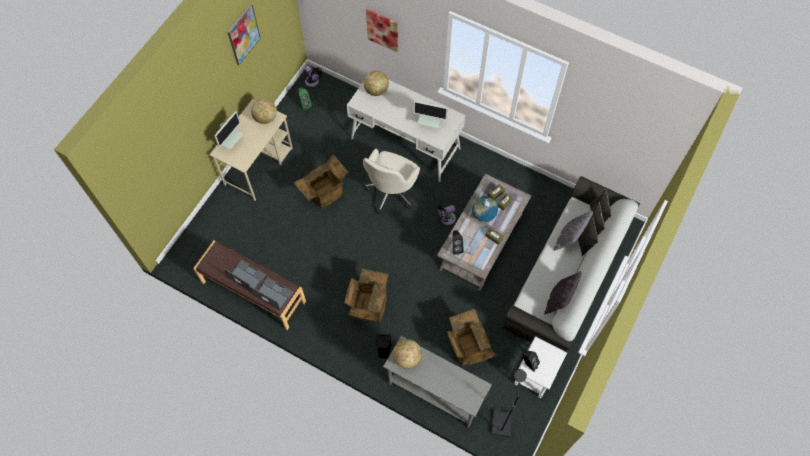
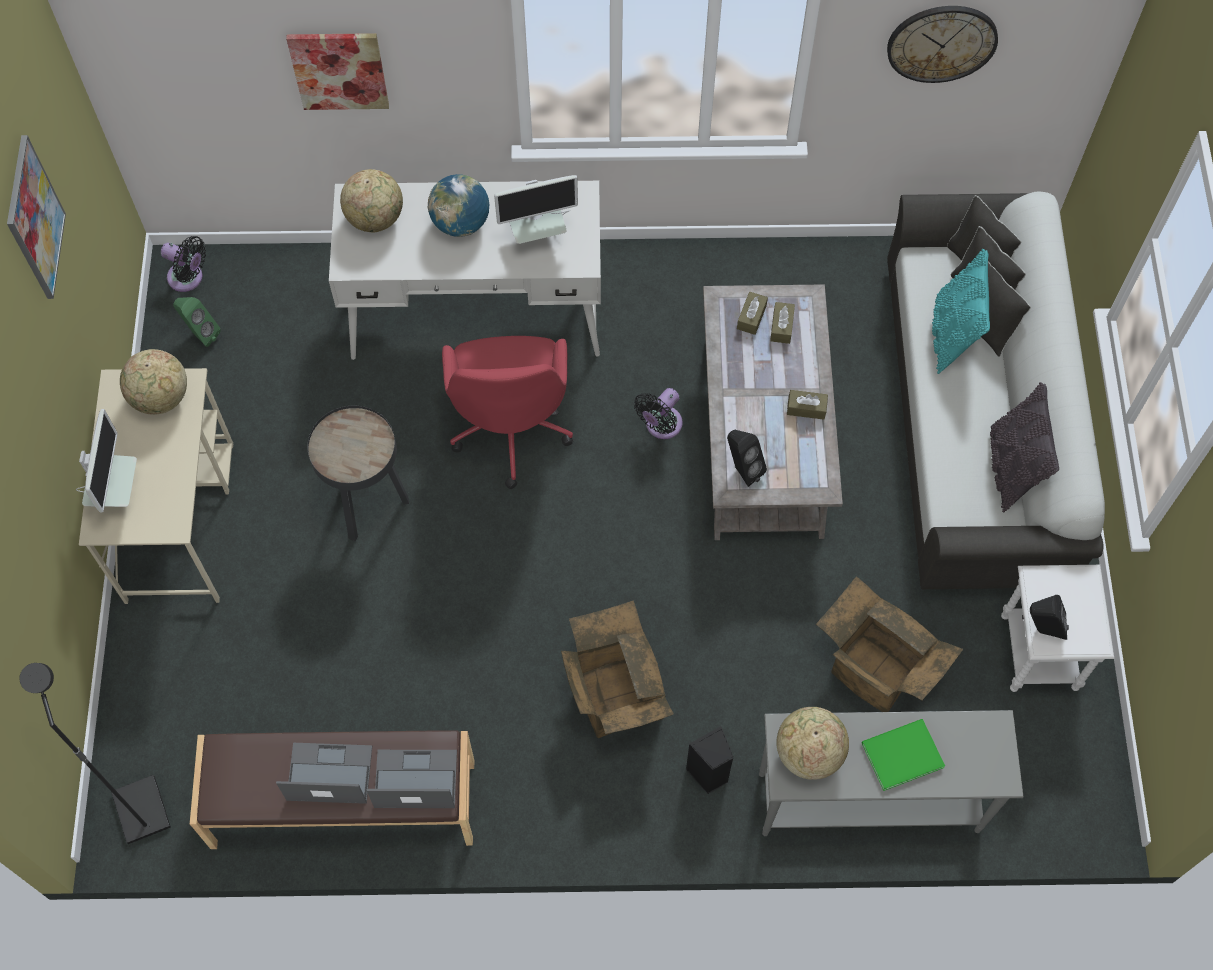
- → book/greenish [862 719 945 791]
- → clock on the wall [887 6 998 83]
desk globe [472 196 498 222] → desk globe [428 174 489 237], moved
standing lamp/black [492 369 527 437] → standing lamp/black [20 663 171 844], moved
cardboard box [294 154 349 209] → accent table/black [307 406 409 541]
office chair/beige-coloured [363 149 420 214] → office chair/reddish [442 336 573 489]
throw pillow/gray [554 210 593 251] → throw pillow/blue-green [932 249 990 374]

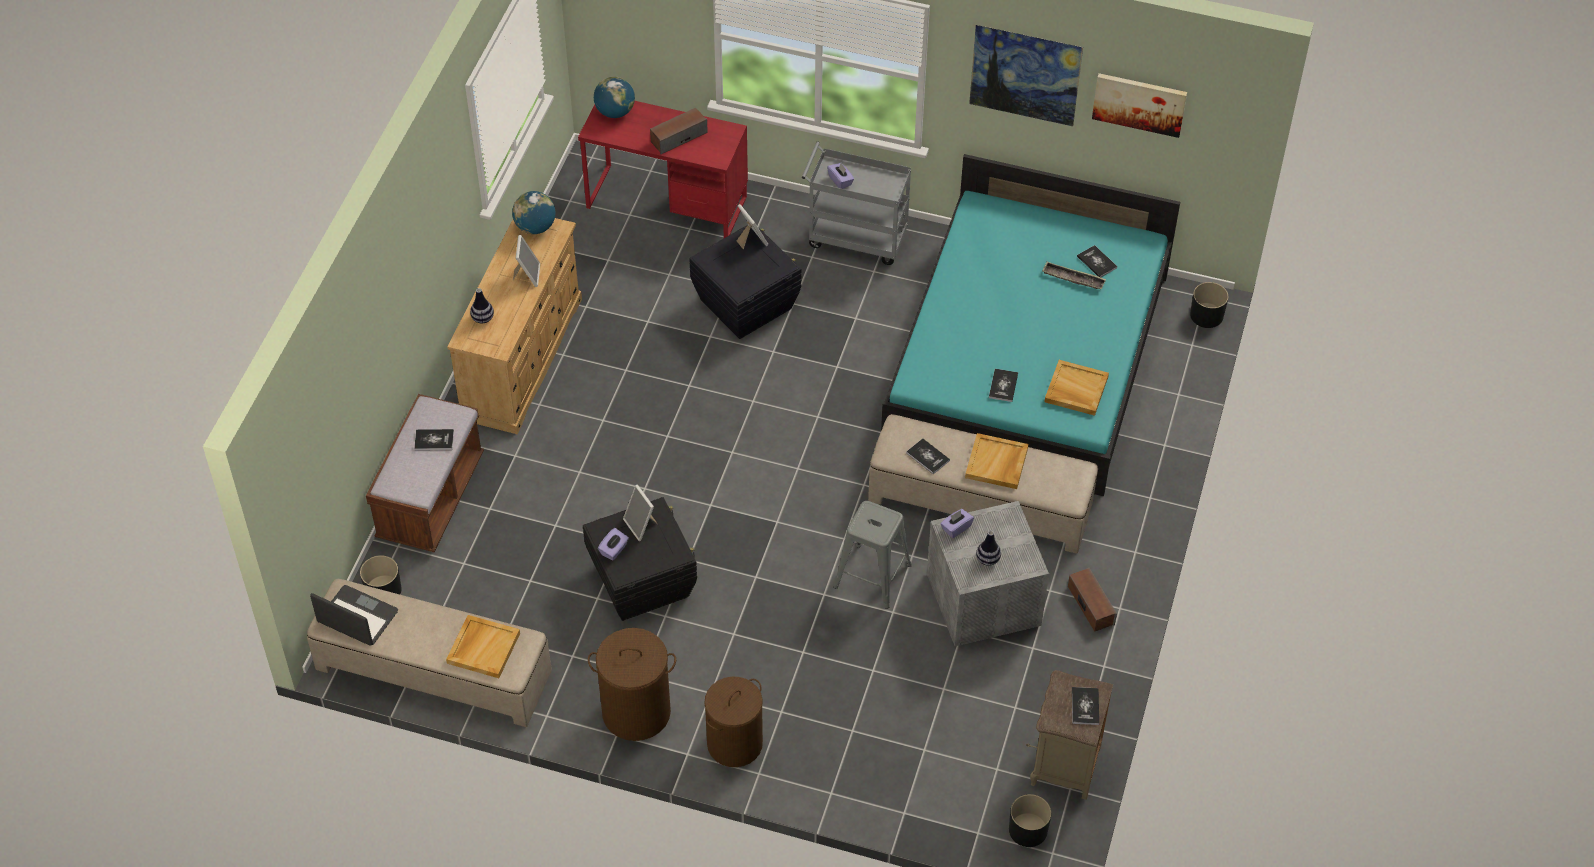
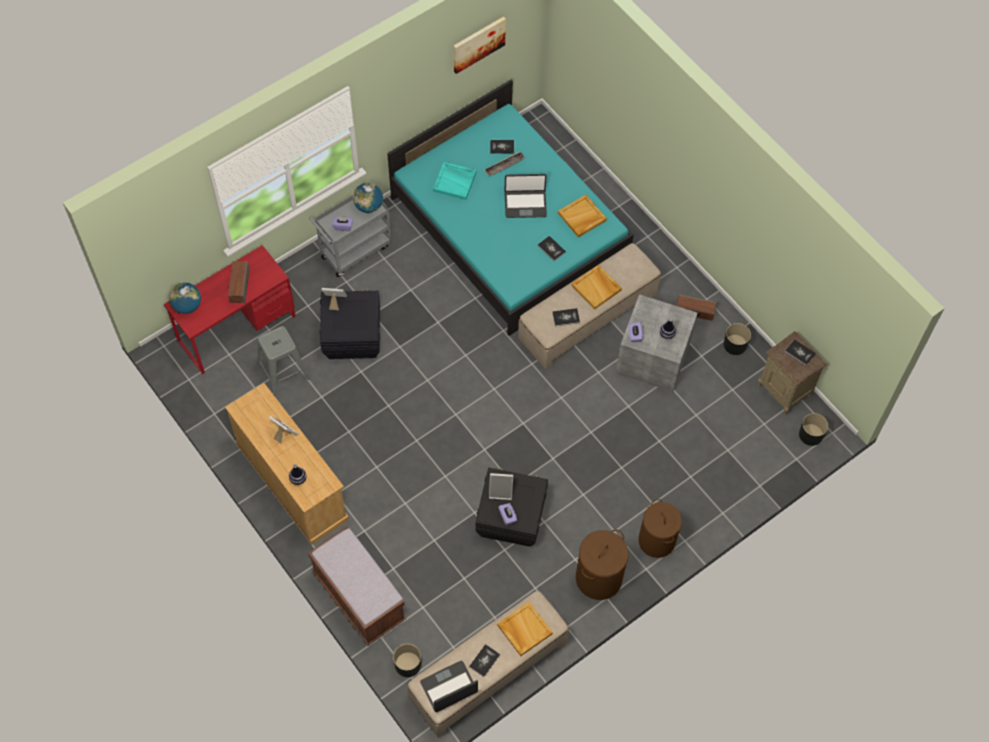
wall art [969 25 1083 126] → -
- → tray/blue-green [433 162 476 200]
- → notebook computer [504 174 547 218]
book [414 429 454 451] → book [469 644 500 677], moved
desk globe [512 191 556 234] → desk globe [353 183 383 213], moved
sitting stool/gray [833 501 912 609] → sitting stool/gray [257 326 310 396], moved
flower pot/black [1190 282 1228 328] → flower pot/black [724 323 751 355], moved

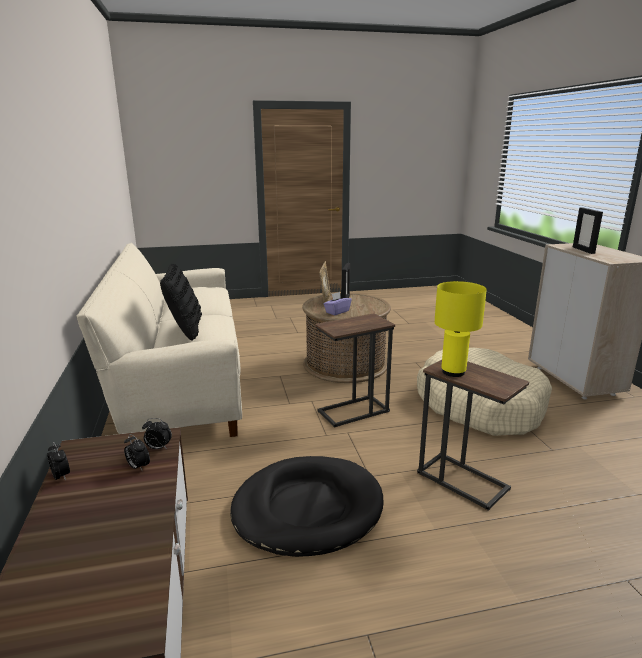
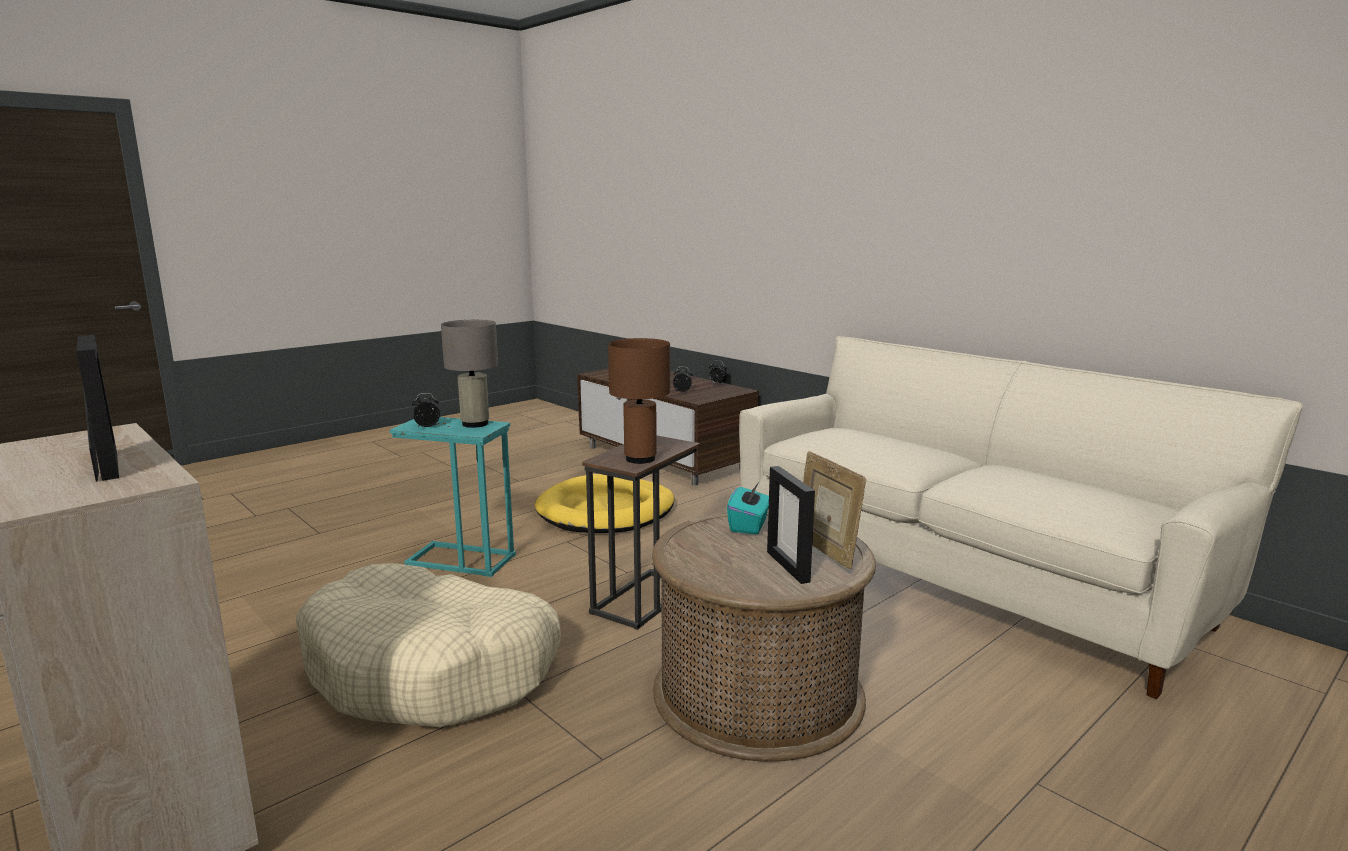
throw pillow/black [160 264 202 341] → -
- → lamp for a table/brown-coloured [608 338 670 464]
alarm clock [142 418 172 449] → alarm clock [412 393 440 427], moved
dog bed/black [230 456 384 557] → dog bed/yellowish [535 474 674 533]
tissue box/purplish [324 292 352 315] → tissue box/blue-green [727 482 769 534]
accent table/brown-coloured [417 360 529 511] → accent table/blue-green [389 417 516 577]
lamp for a table/yellowish [435 281 487 377] → lamp for a table/gray [441 320 498 428]

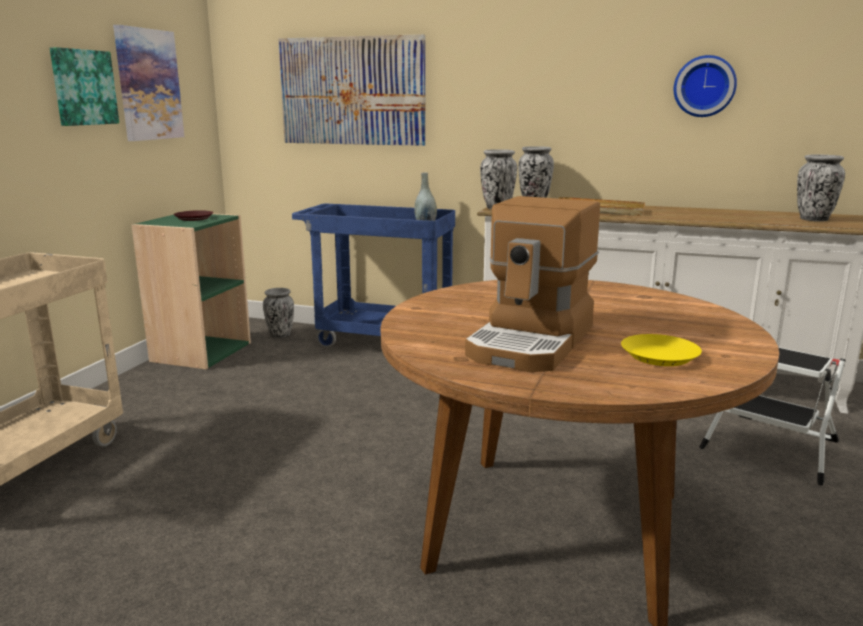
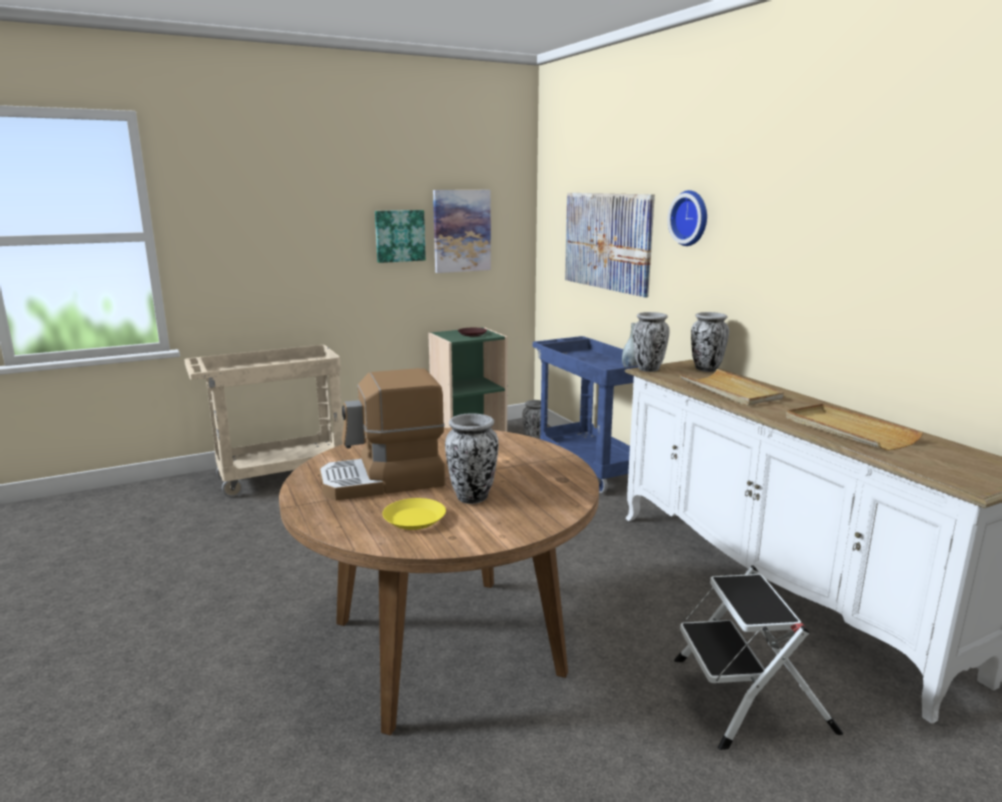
- → tray/beige-coloured [786 404 923 451]
clock on the wall [674 55 737 117] → clock on the wall [667 190 707 246], moved
decorative vase [797 155 845 222] → decorative vase [445 413 499 504], moved

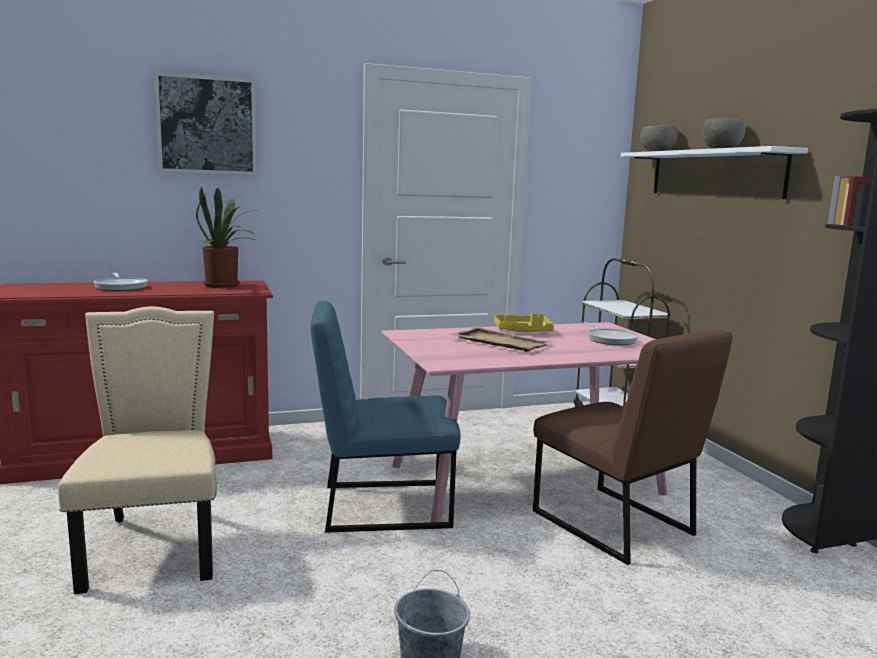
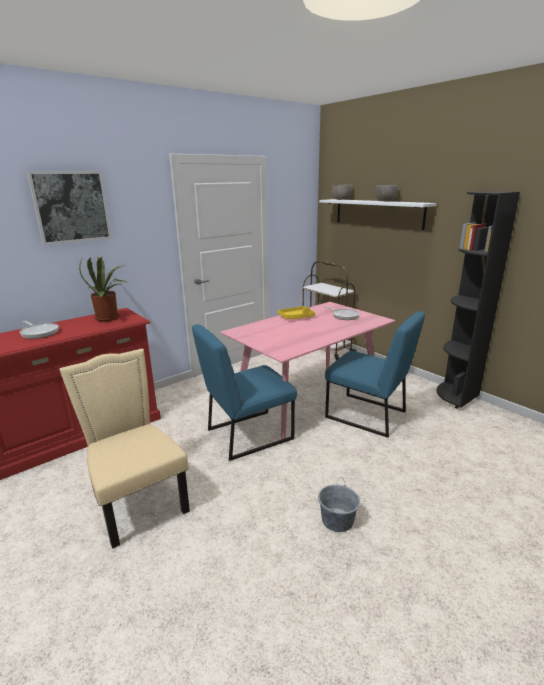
tray/beige-coloured [449 326 555 352] → -
upright chair/brown-coloured [533 330 733 565] → upright chair/blue-coloured [325 311 425 438]

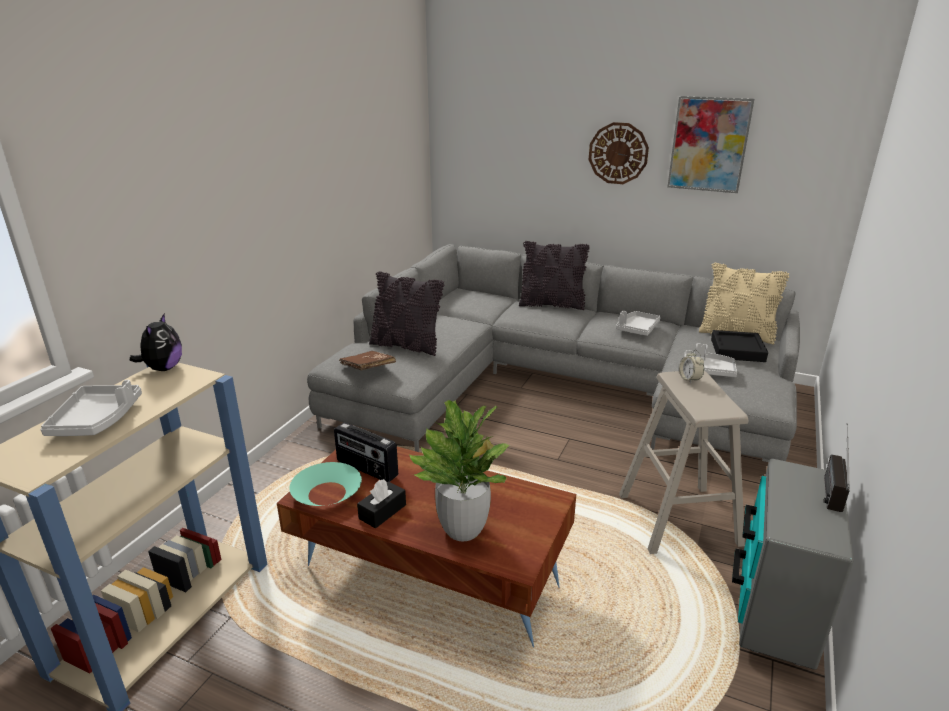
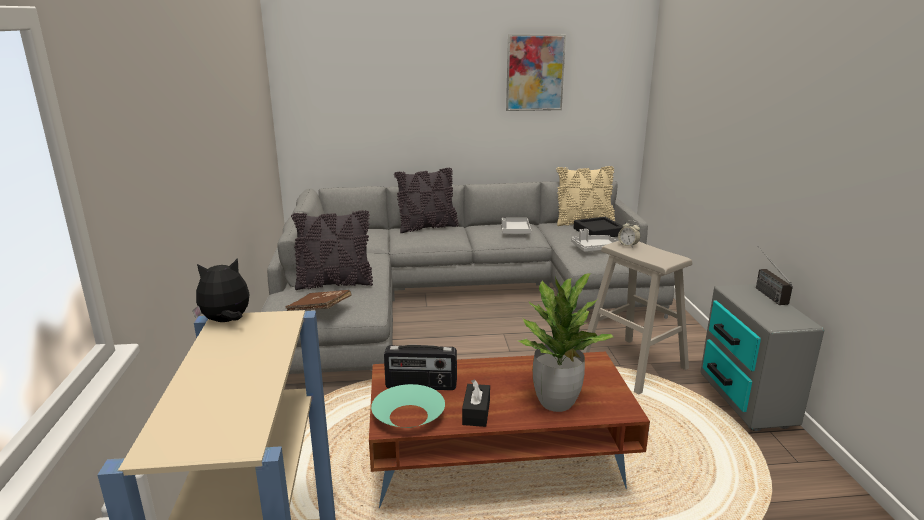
tray/gray [40 380 142 436] → -
clock on the wall [589 122 649 184] → -
soft toy [130 313 182 371] → soft toy [192 258 249 322], 90 degrees counterclockwise

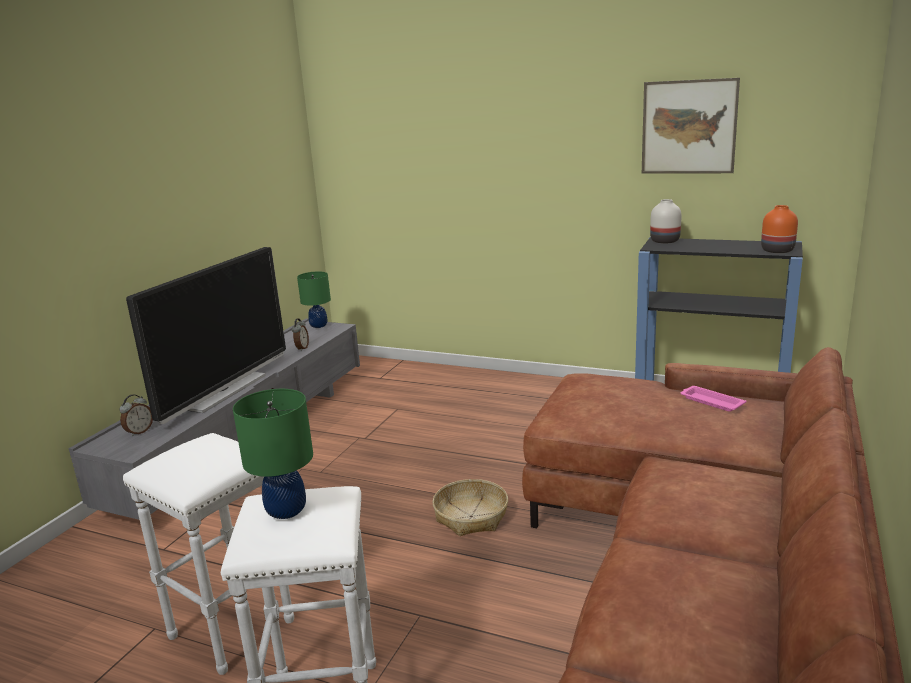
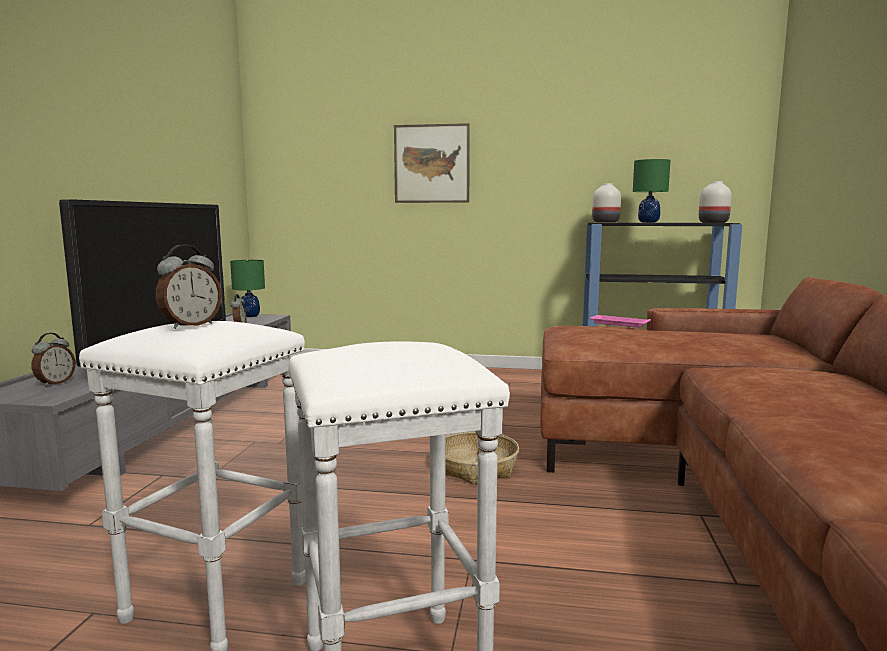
- → alarm clock [155 244 222 329]
lamp for a table/greenish [233 389 313 519] → lamp for a table/greenish [633 159 670 223], moved
wall art [642 78 740 174] → wall art [394 123 470 203], moved
tray/pinkish [680 386 746 412] → tray/pinkish [590 315 651 328], moved
decorative vase/orangey [761 205 798 253] → decorative vase/white [699 181 732 223]

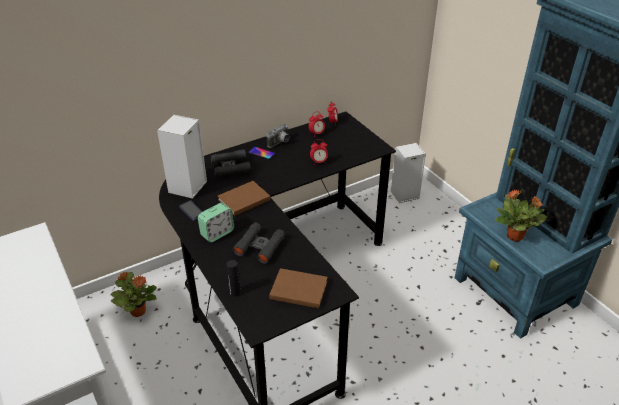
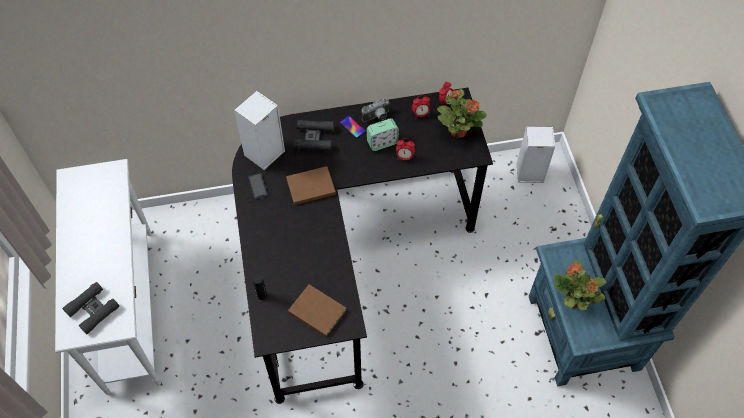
potted plant [111 271 157 317] → potted plant [437 89 487 138], moved
alarm clock [198 203 234 242] → alarm clock [367 118 399 151], moved
pair of binoculars/black [233 222 285 264] → pair of binoculars/black [62 282 119 334], moved

